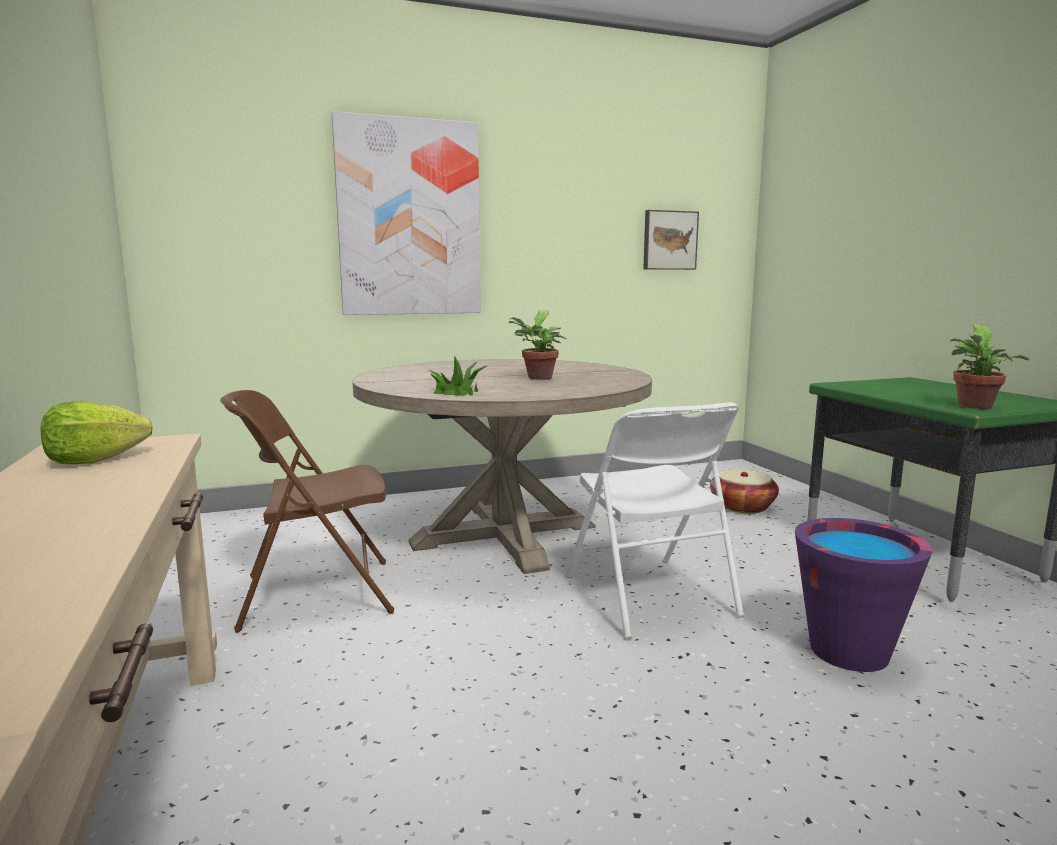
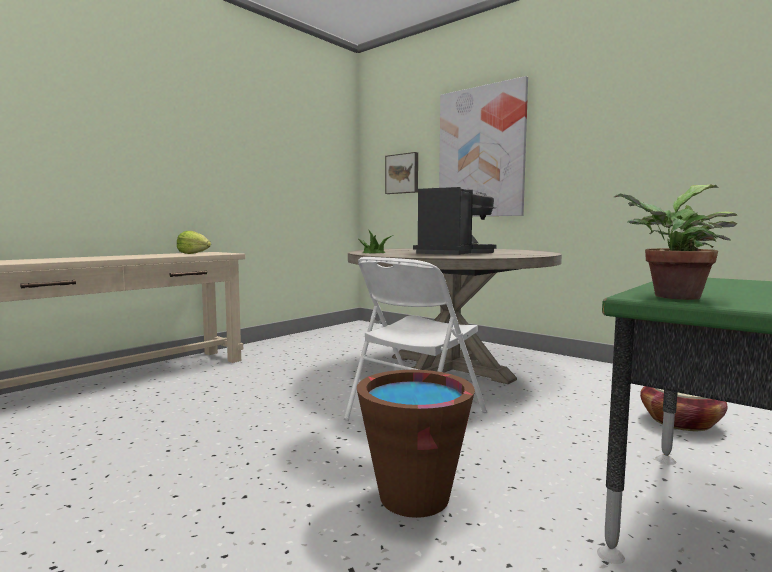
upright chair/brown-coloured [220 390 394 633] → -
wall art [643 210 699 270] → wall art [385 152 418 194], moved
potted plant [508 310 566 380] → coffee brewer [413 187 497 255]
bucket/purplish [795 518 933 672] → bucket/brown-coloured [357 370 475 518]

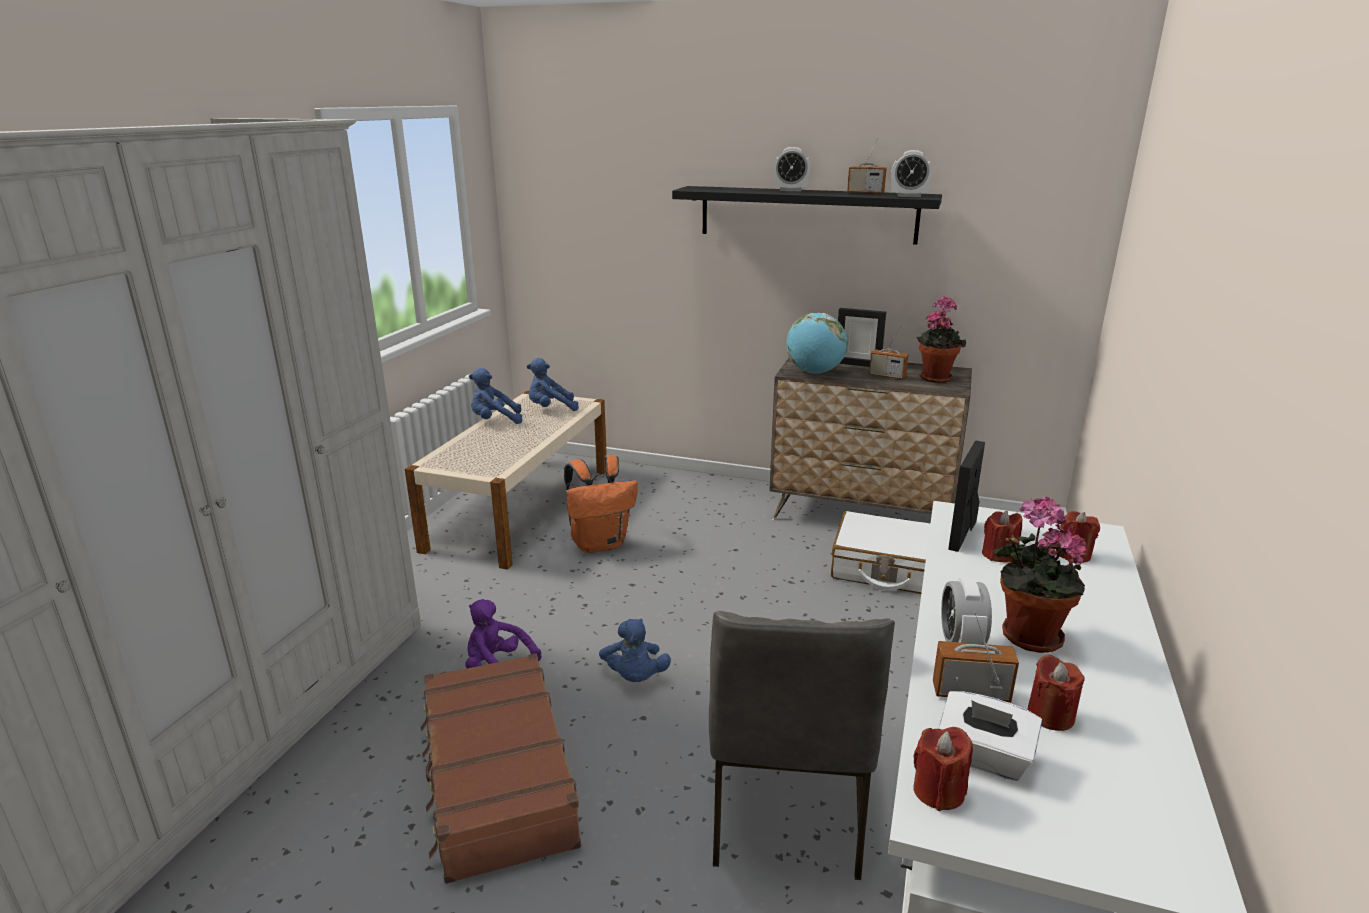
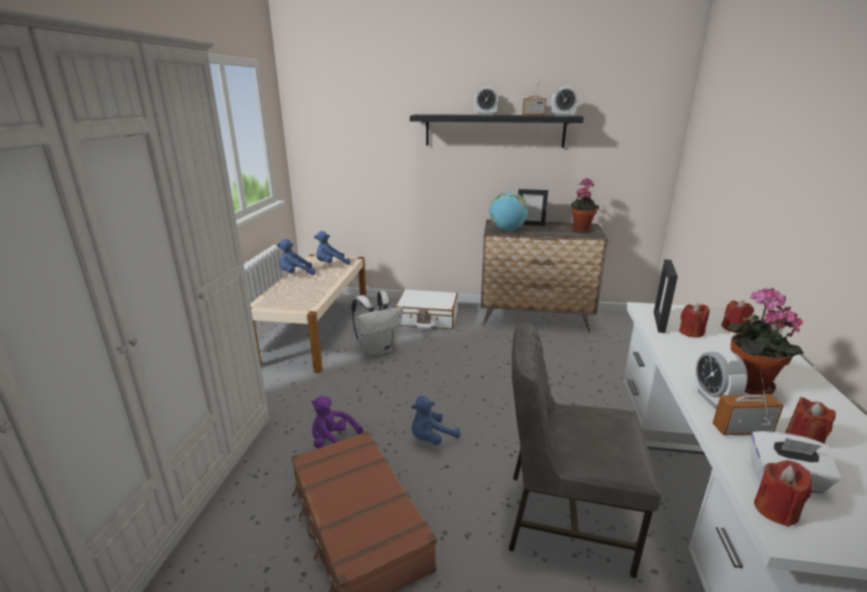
radio set [869 326 909 380] → -
travel case/white [831 511 930 594] → travel case/white [395 289 458 329], moved
rucksack/orangey [564 455 638 553] → rucksack/white [351 291 403 357]
soft toy/blue-coloured [599 619 671 682] → soft toy/blue-coloured [411 396 461 445], 75 degrees clockwise
upright chair/gray [709 611 895 880] → upright chair/gray [509 323 661 578], 105 degrees clockwise

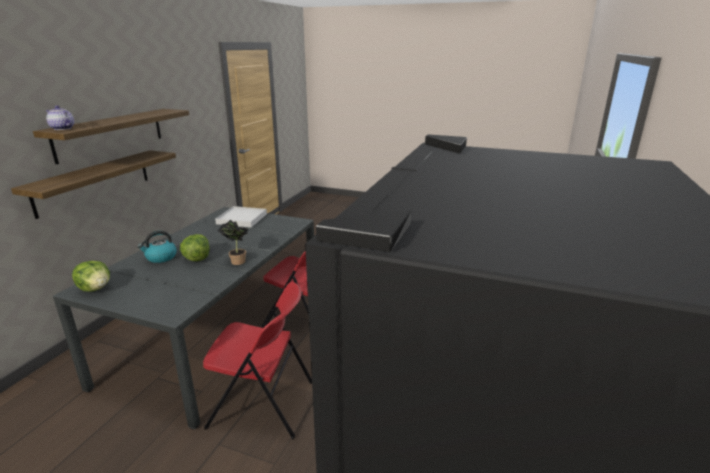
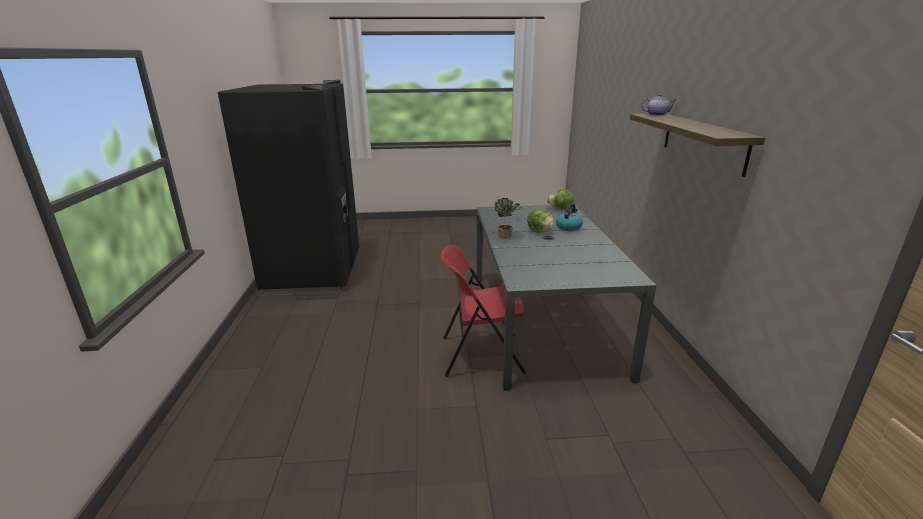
wall shelf [11 150 176 219] → -
upright chair/reddish [203 282 312 439] → -
tray/white [215 206 267 227] → -

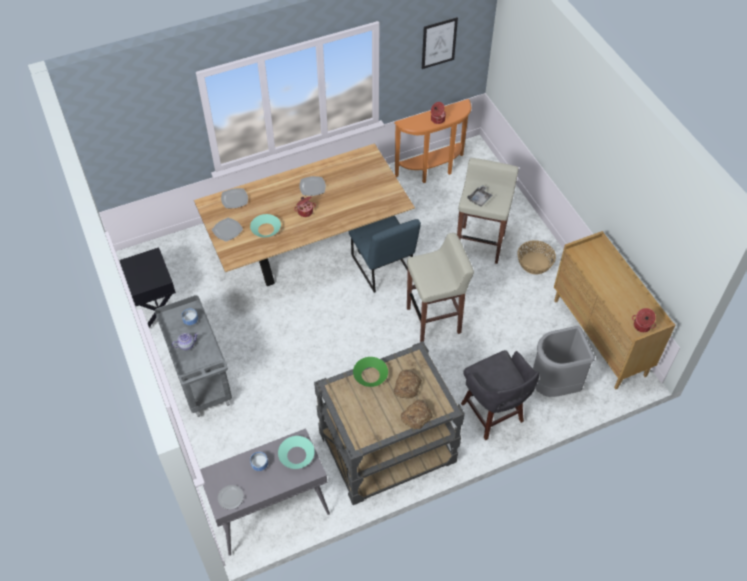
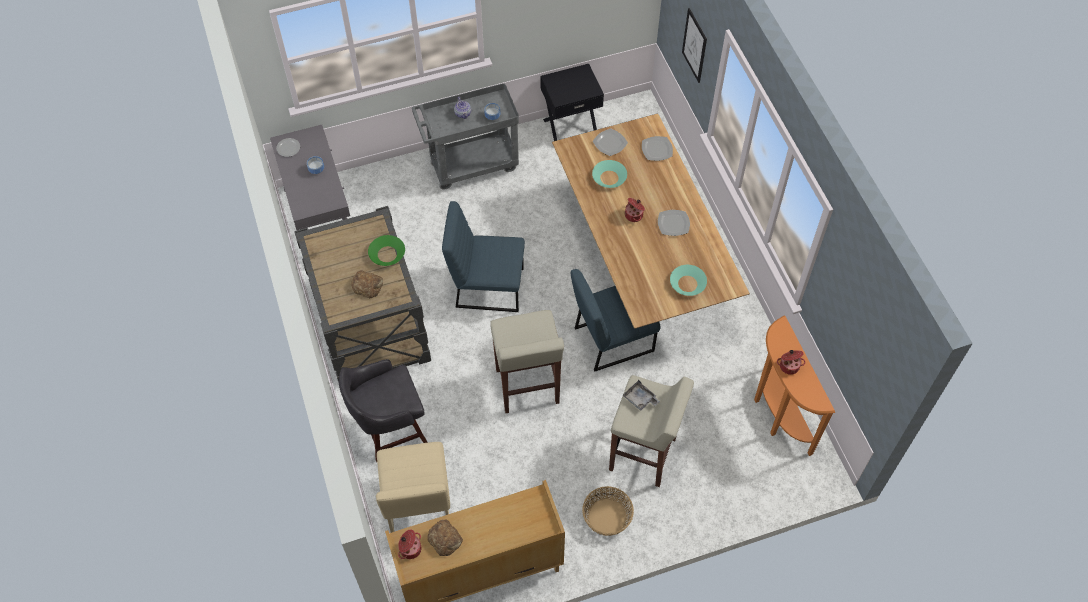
- → upright chair/blue-coloured [442 201 525 312]
deep dish/blue-green [278 436 315 469] → deep dish/blue-green [670 265 707 296], moved
bakery bread [401 400 433 429] → bakery bread [427 519 463 556], moved
wall art [422 17 458 69] → wall art [682 8 707 83], moved
waste bin/gray [533 326 595 397] → upright chair/beige-coloured [376 442 450 533]

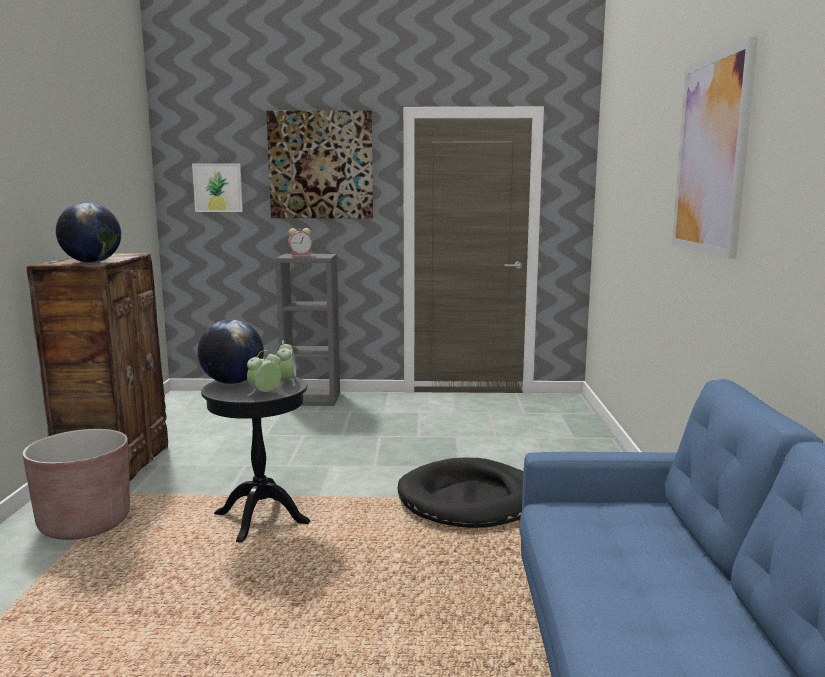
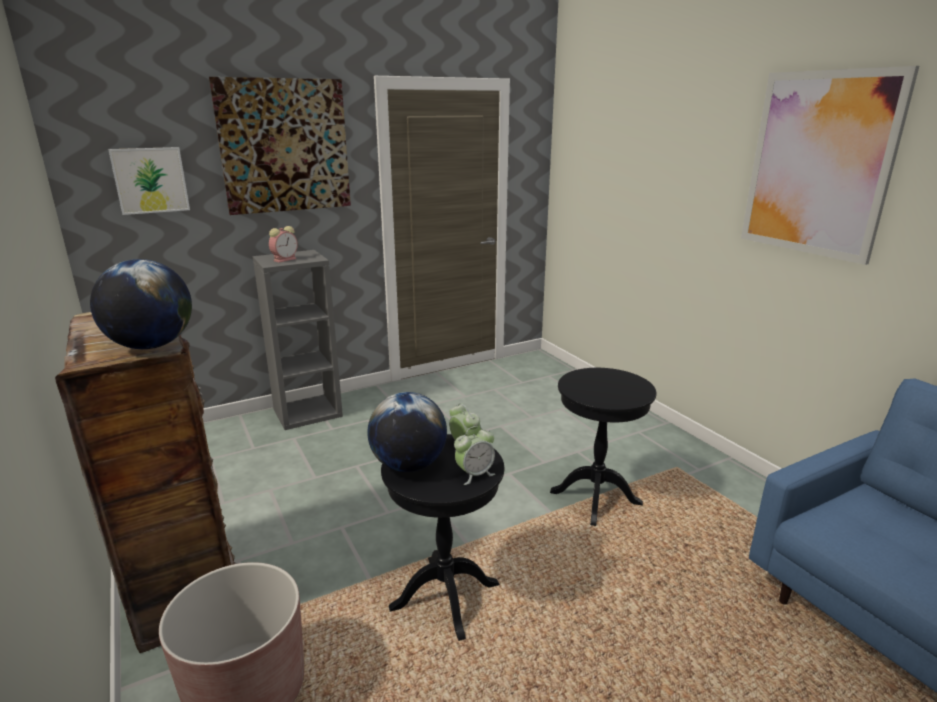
dog bed/black [398 458 523 528] → accent table/black [550 368 656 526]
alarm clock [247 350 281 396] → alarm clock [454 426 495 485], 135 degrees counterclockwise

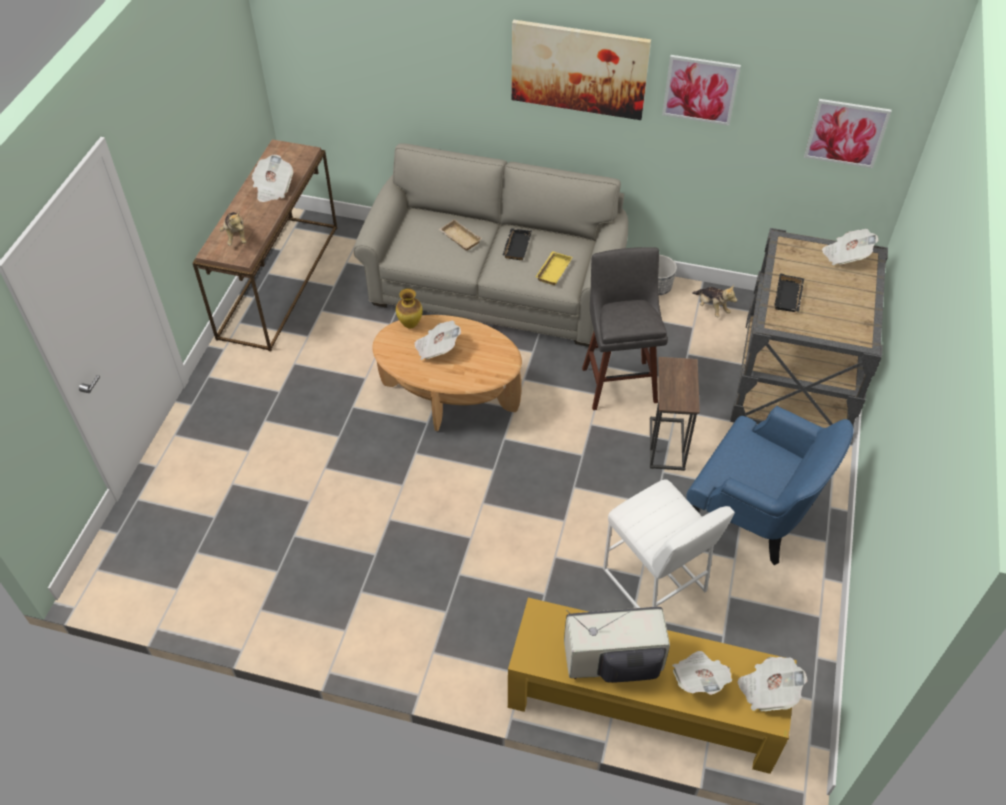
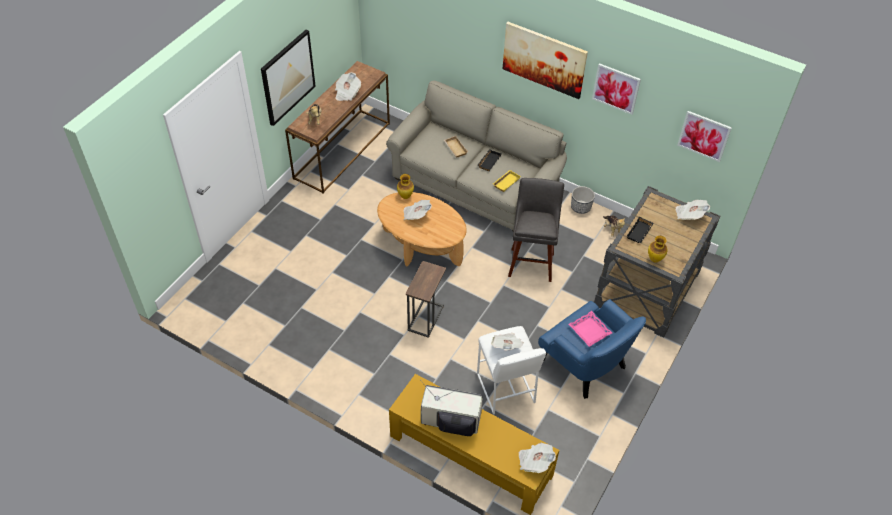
- → wall art [261 30 316 126]
- → tray/pinkish [569 311 612 347]
- → decorative vase [648 236 667 263]
accent table/brown-coloured [650 357 700 471] → accent table/brown-coloured [406 261 446 338], moved
newspaper [672 651 732 695] → newspaper [491 333 524 350], moved

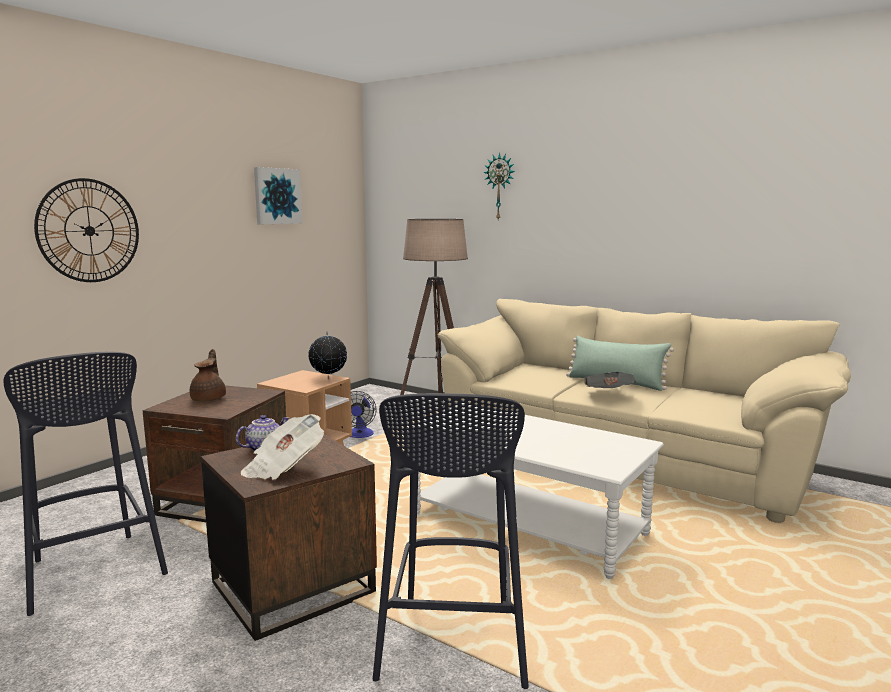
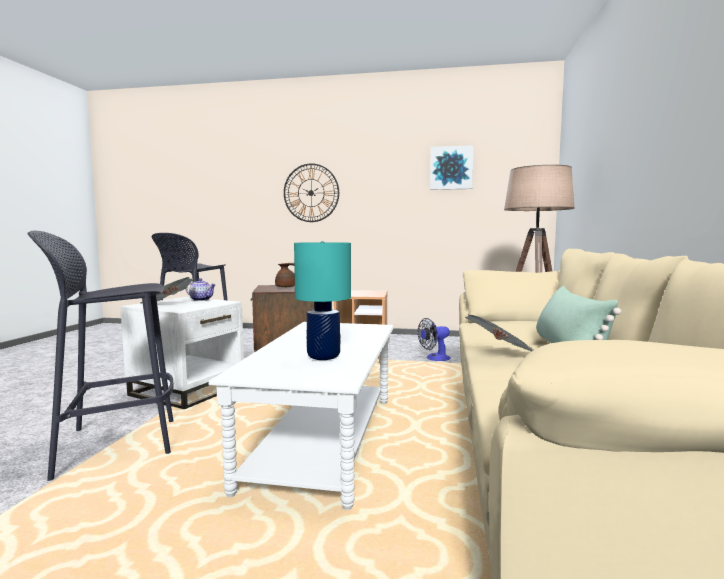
desk globe [308 331 347 379] → -
clock on the wall [483 153 515 220] → -
- → lamp for a table/blue-green [294 241 351 360]
accent table/brown-coloured [201 434 377 641] → accent table/white [120 297 244 409]

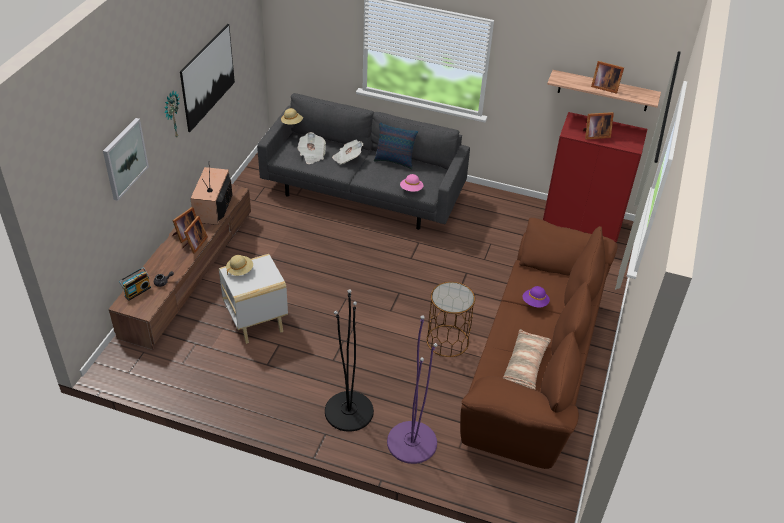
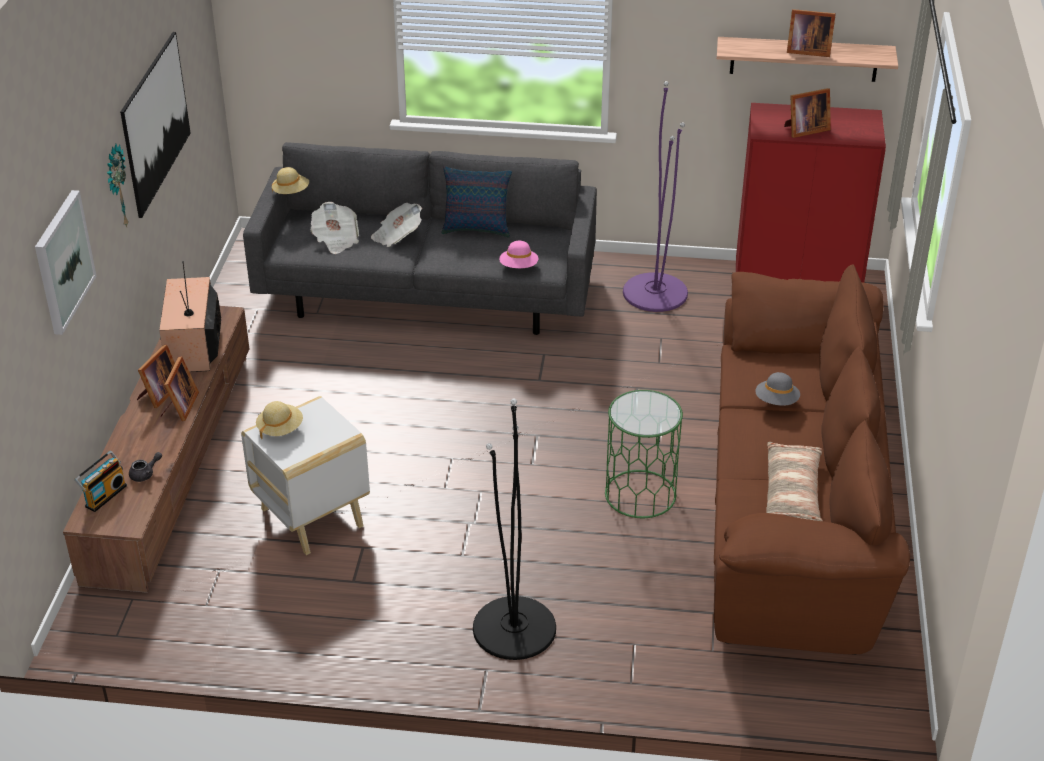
standing lamp/purplish [387 315 438 464] → standing lamp/purplish [623 81 688 312], moved
accent table/brown-coloured [427 282 475 357] → accent table/greenish [605 390 683 518]
wearable hat/purplish [523 286 550 308] → wearable hat/gray [755 372 800 406]

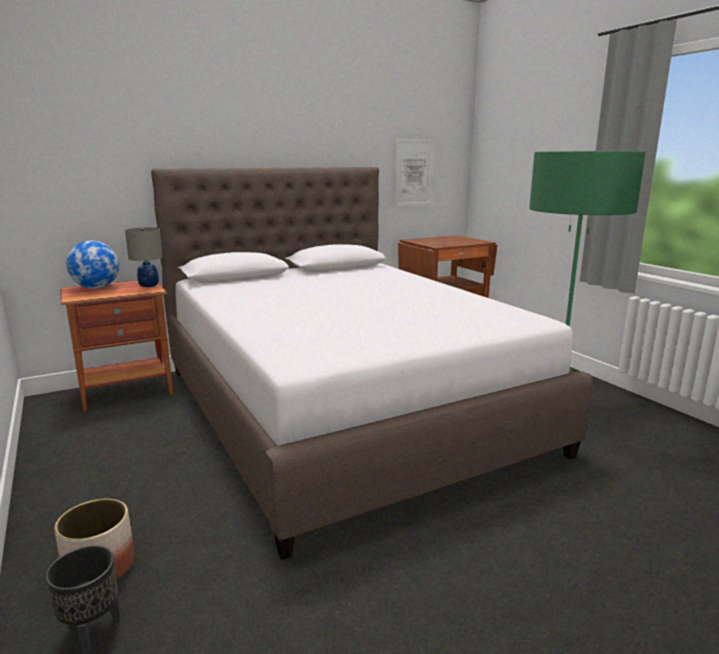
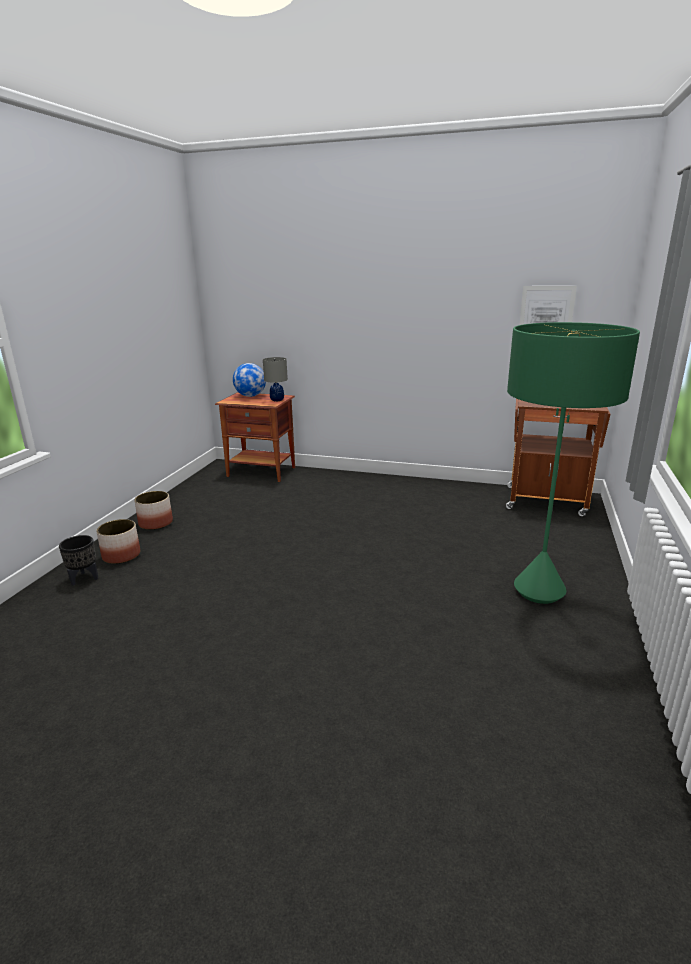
bedroom bed/white [151 167 593 560] → -
- → flower pot [134 491 173 530]

